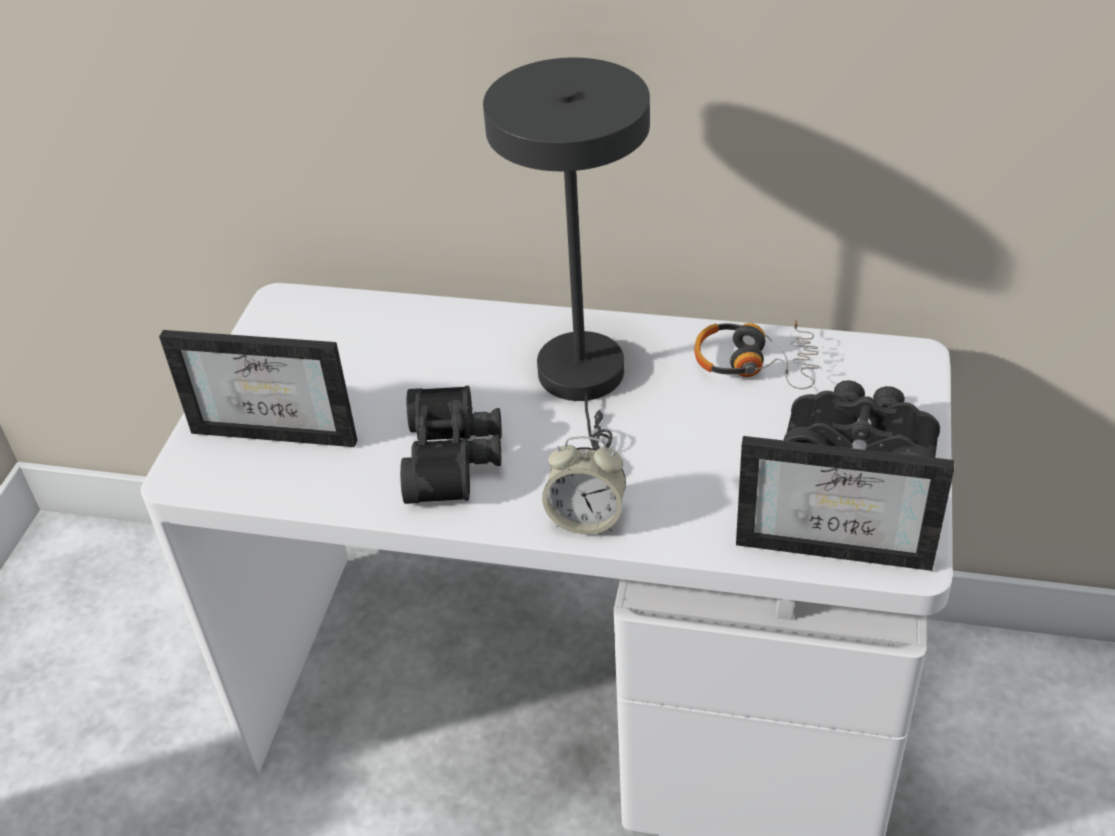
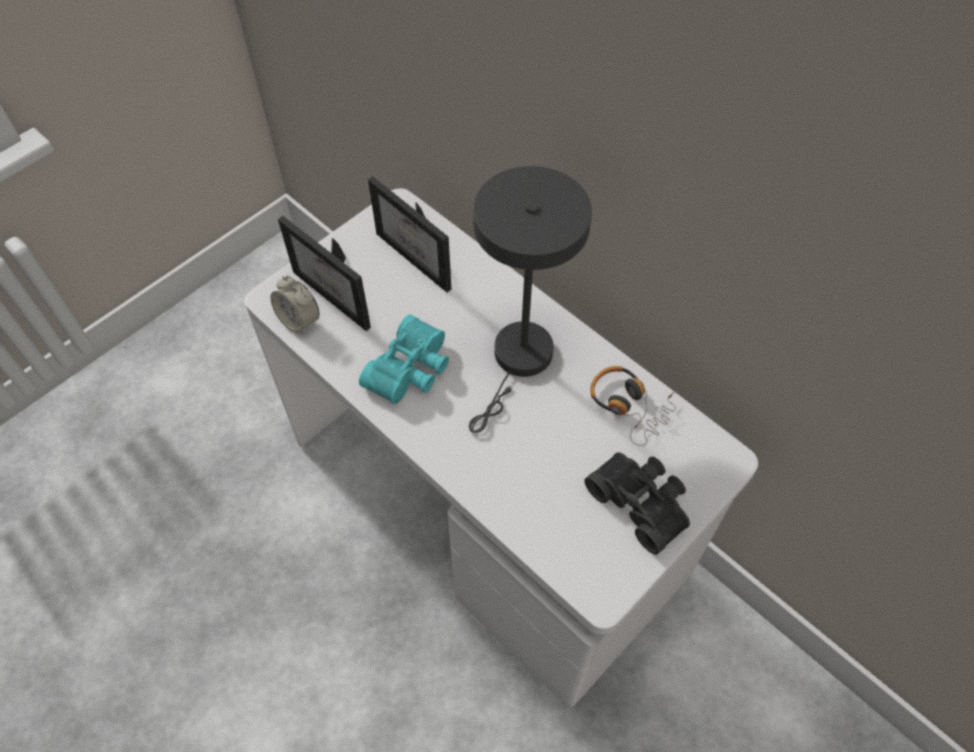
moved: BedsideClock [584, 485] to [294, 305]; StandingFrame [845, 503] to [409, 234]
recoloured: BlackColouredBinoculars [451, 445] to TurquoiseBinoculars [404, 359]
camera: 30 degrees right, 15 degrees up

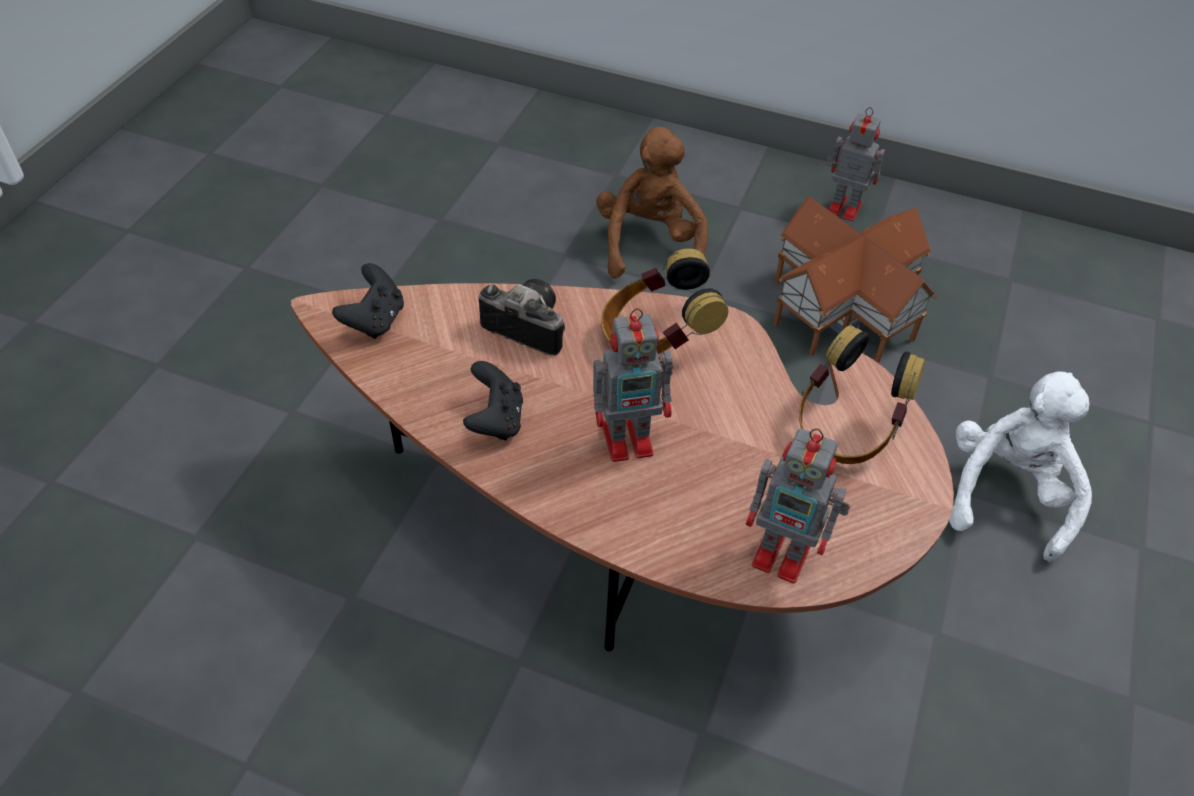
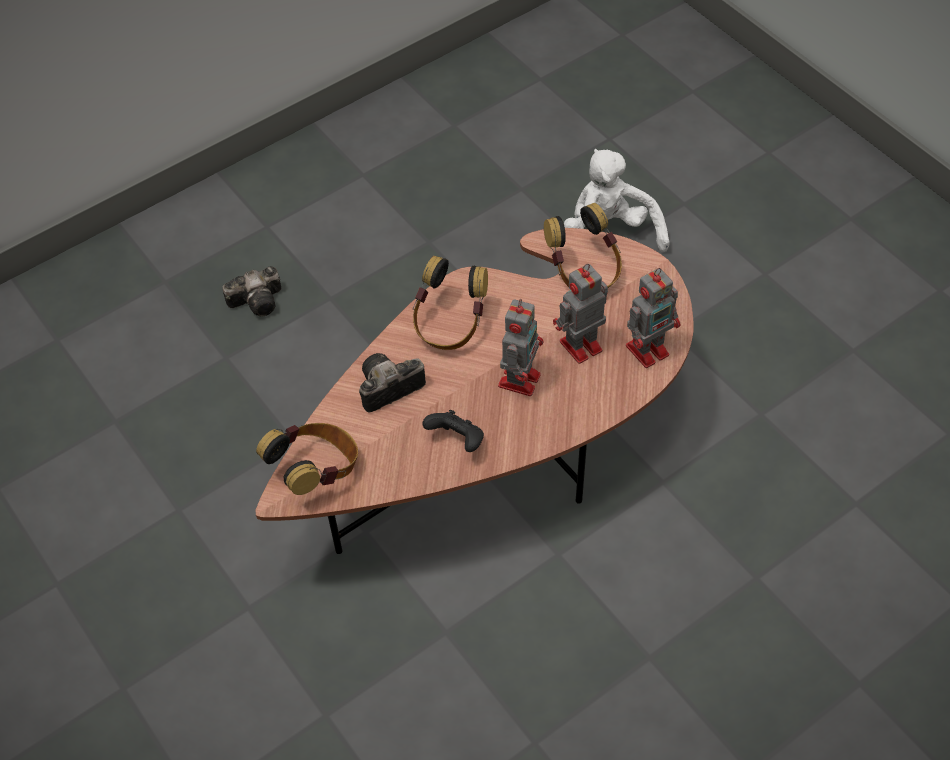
removed: ModelHouse [855, 279]
moved: RobotFigure [855, 164] to [580, 314]
replaced: BrownColouredSoftToy [652, 203] to PhotoCamera [251, 291]; BlackColouredGamepad [368, 301] to PairOfHeadphones [307, 459]
camera: 55 degrees left, 5 degrees up

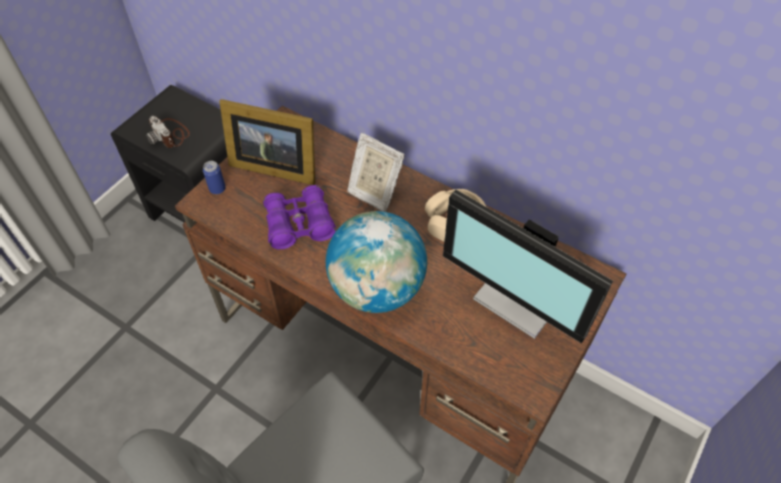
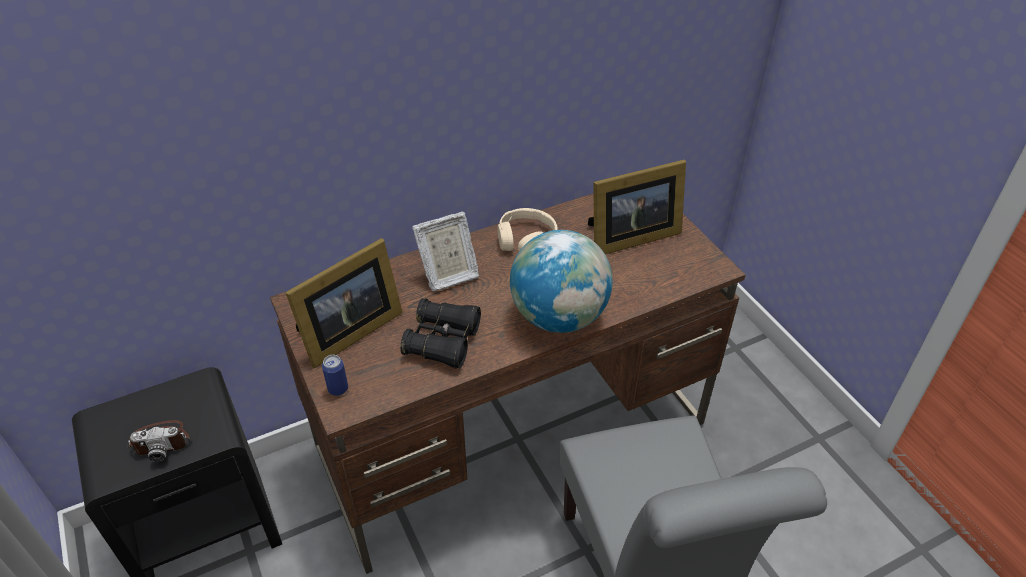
replaced: ComputerDisplay [528, 266] to StandingFrame [637, 207]
recoloured: PurpleBinoculars [299, 217] to BlackColouredBinoculars [440, 333]
camera: 60 degrees left, 10 degrees down

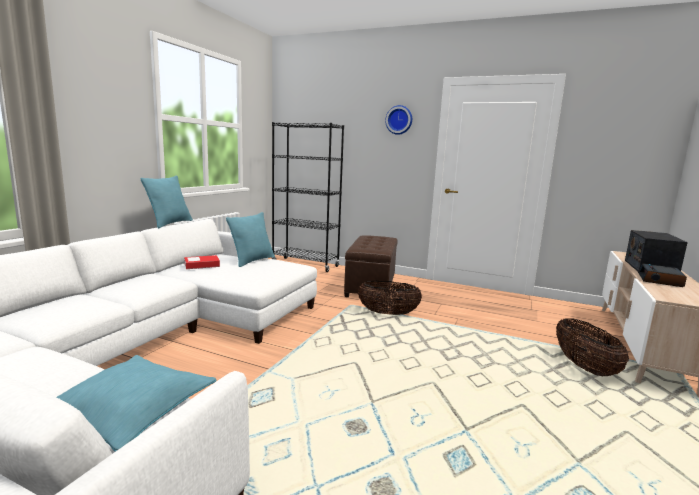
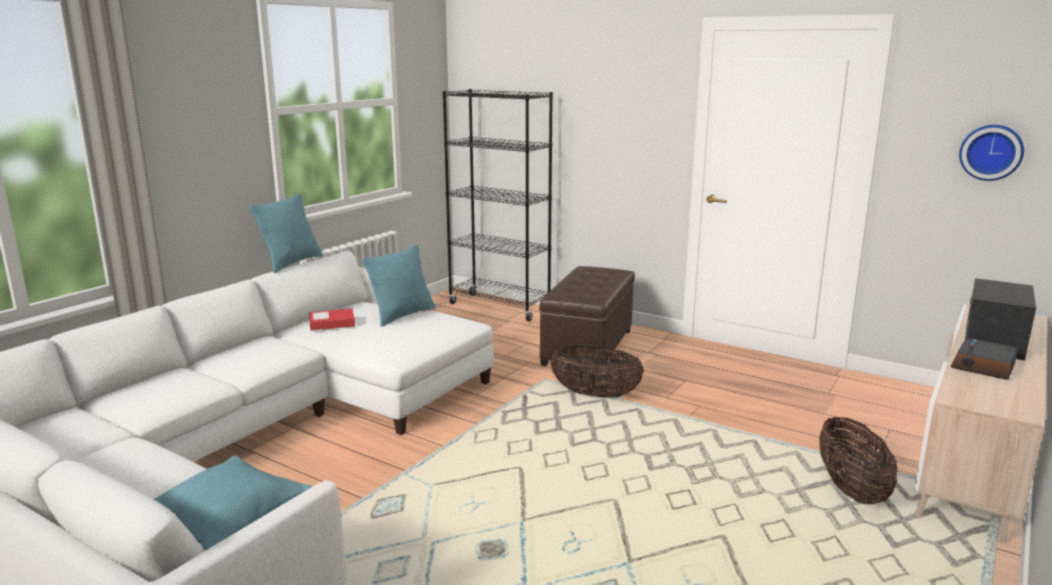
moved: WallClock [398, 120] to [991, 153]
camera: 10 degrees right, 5 degrees up

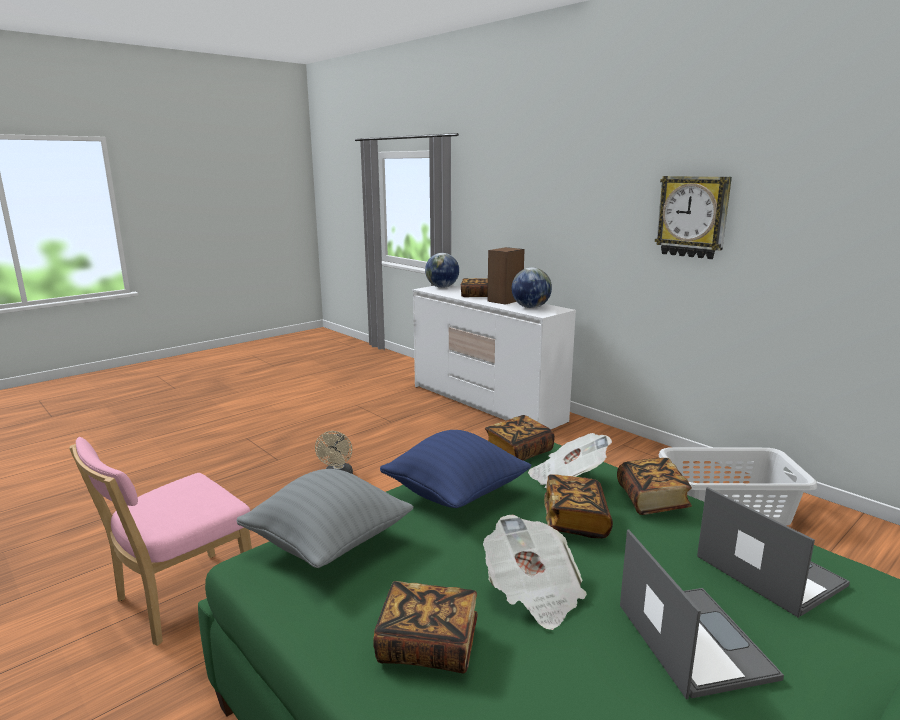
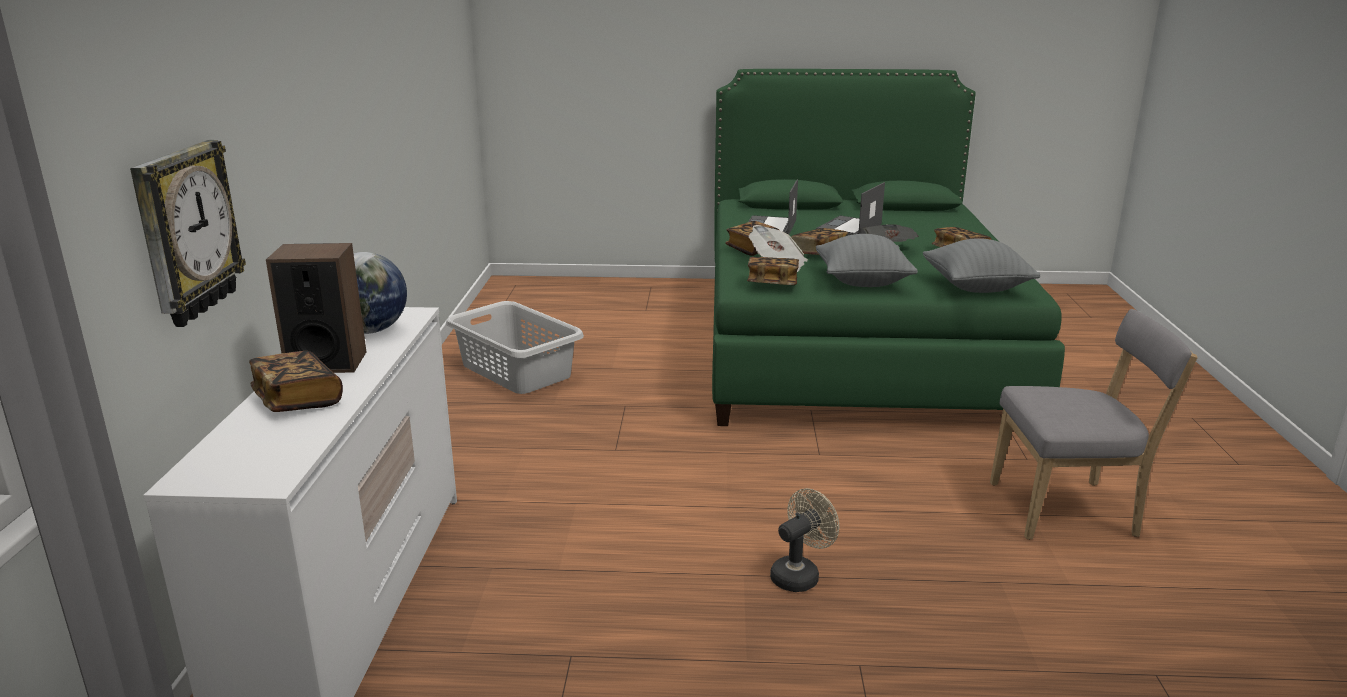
removed: DeskGlobe [442, 270]
moved: WallClock [693, 217] to [188, 233]
recoloured: BluishThrowPillow [456, 469] to GreyThrowPillow [867, 260]; PinkChair [160, 541] to GreyChair [1094, 424]
camera: 135 degrees left, 5 degrees up

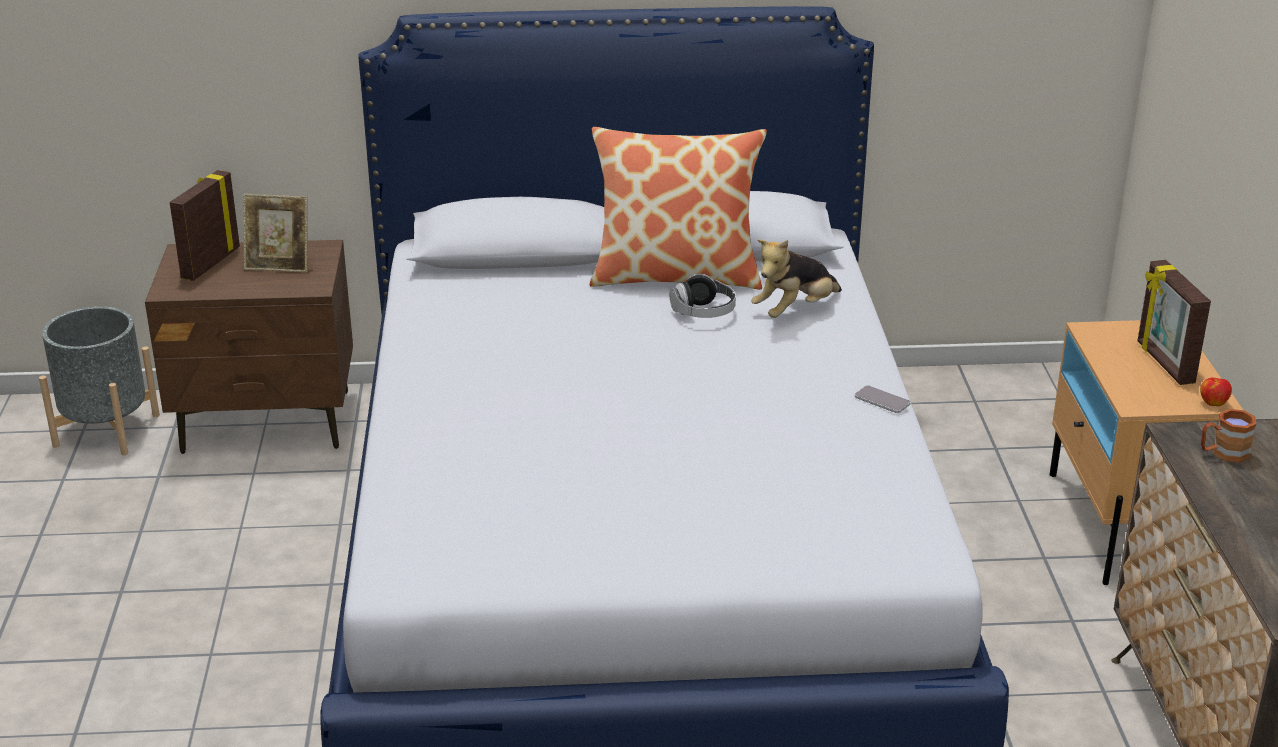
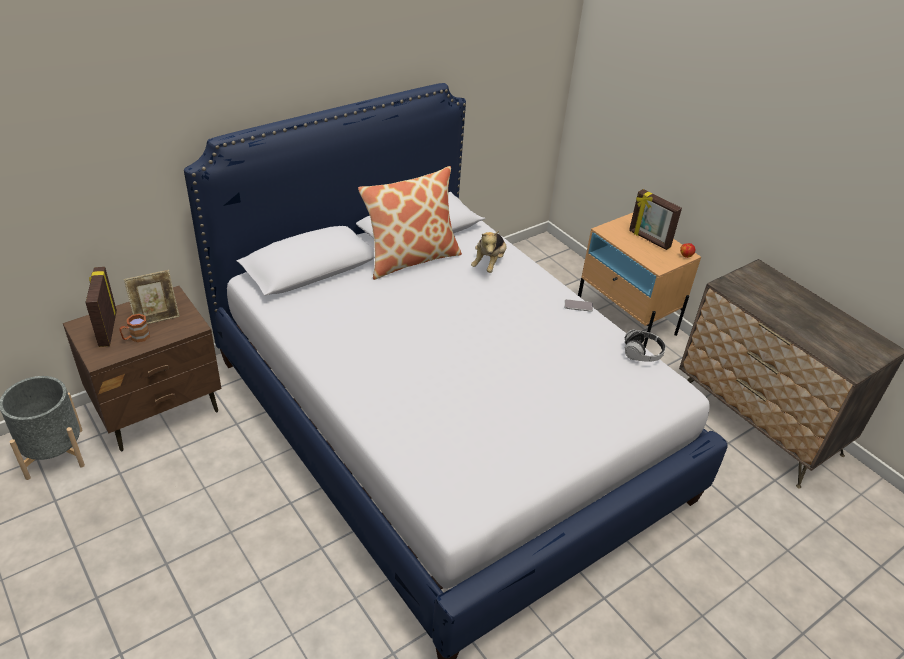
moved: BrownColouredMug [1228, 436] to [134, 328]; PairOfHeadphones [703, 296] to [645, 345]
camera: 35 degrees left, 10 degrees up

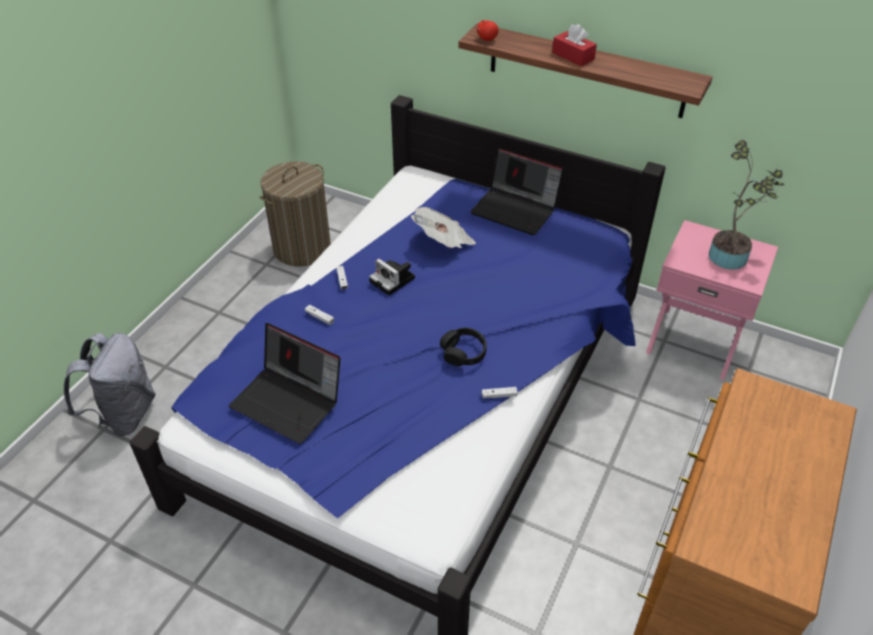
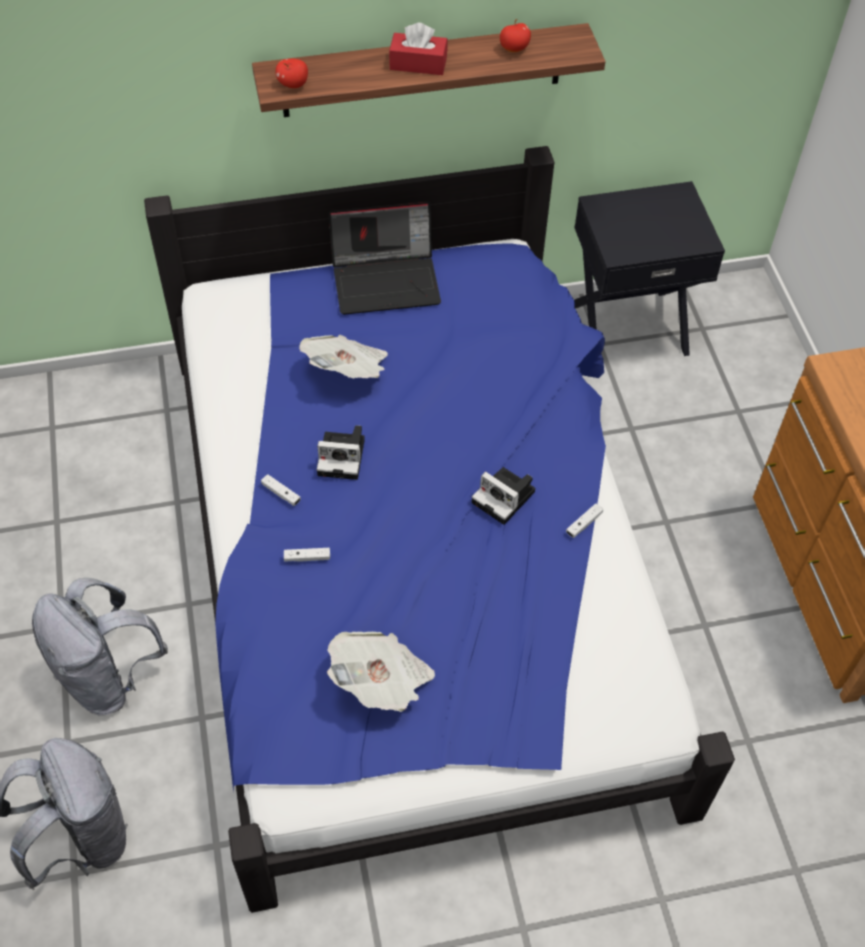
removed: Hamper [295, 214]; PlantInAPot [746, 205]
added: GreyKnapsack [100, 647]; Apple [515, 35]
replaced: NotebookComputer [285, 383] to Newspaper [381, 672]; BlackColouredPairOfHeadphones [463, 346] to PhotoCamera [503, 496]
recoloured: PinkNightstand [712, 300] to BlackColouredNightstand [649, 268]
camera: 40 degrees left, 10 degrees up

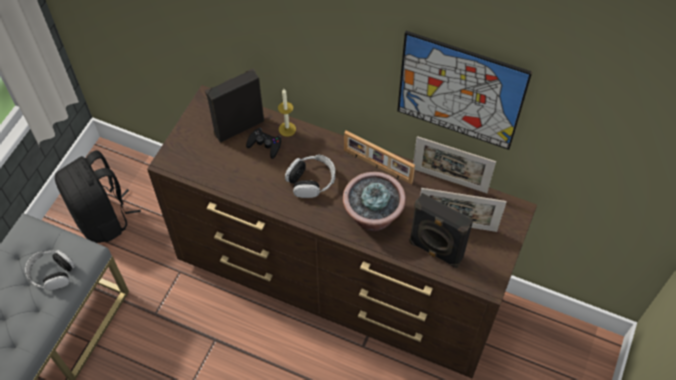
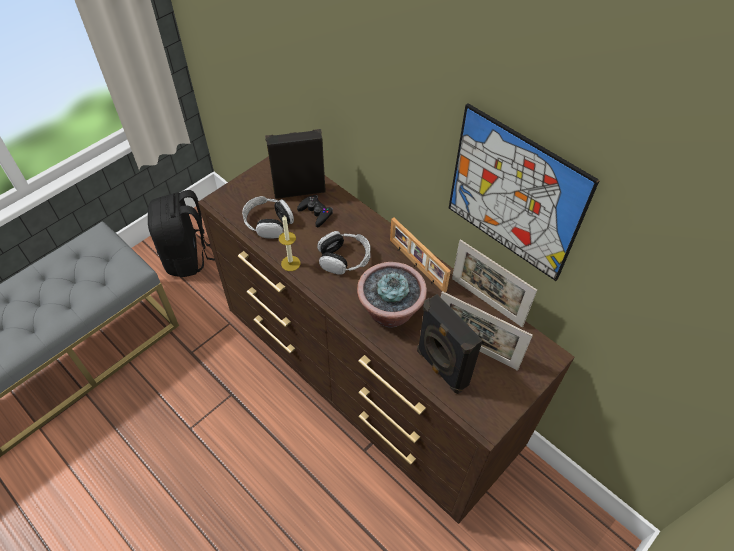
moved: PairOfHeadphones [50, 270] to [268, 217]; WaxLight [287, 113] to [289, 243]
camera: 20 degrees right, 5 degrees down

